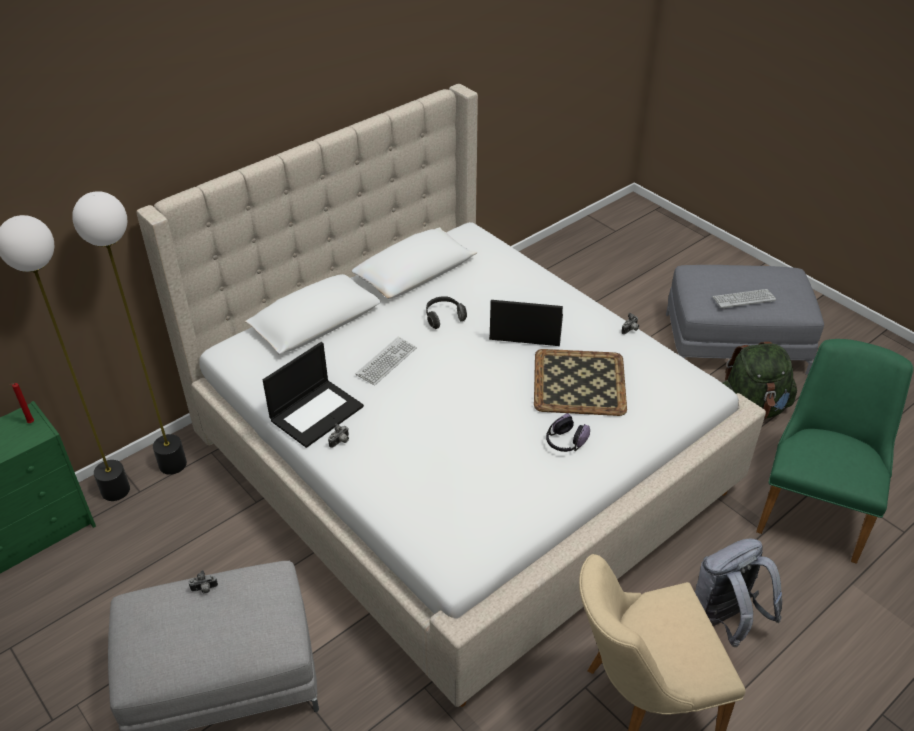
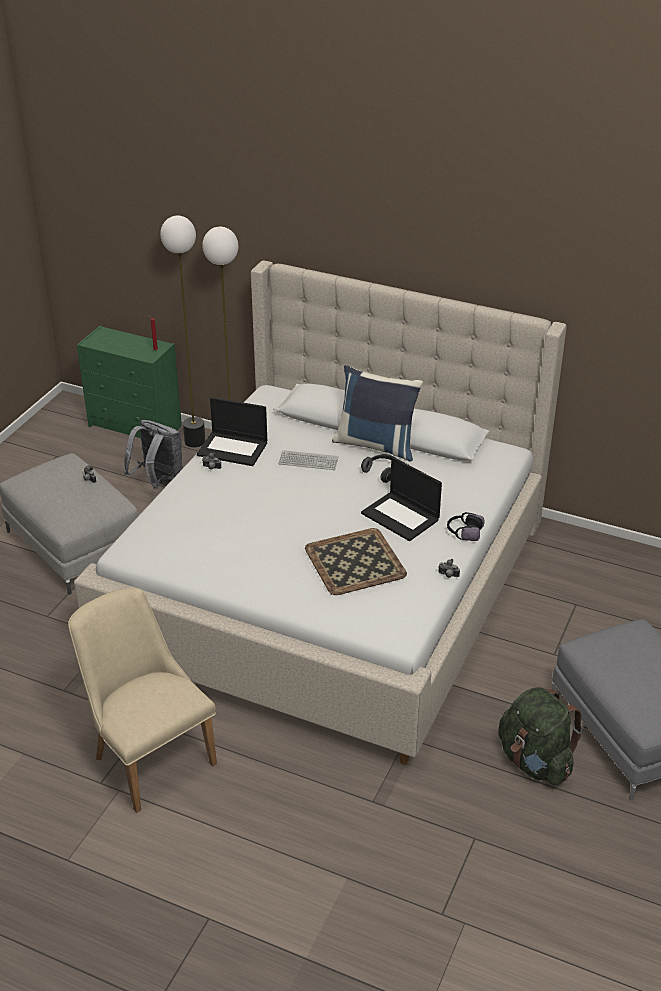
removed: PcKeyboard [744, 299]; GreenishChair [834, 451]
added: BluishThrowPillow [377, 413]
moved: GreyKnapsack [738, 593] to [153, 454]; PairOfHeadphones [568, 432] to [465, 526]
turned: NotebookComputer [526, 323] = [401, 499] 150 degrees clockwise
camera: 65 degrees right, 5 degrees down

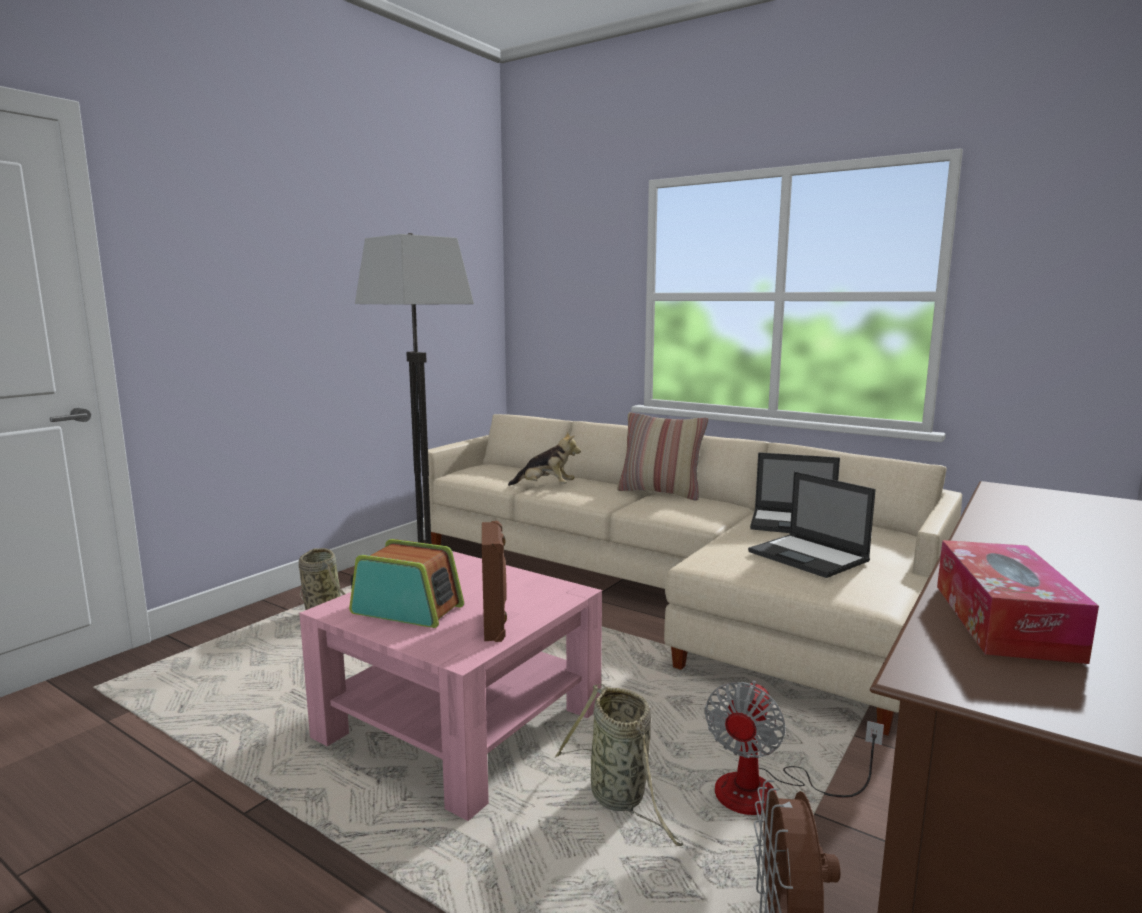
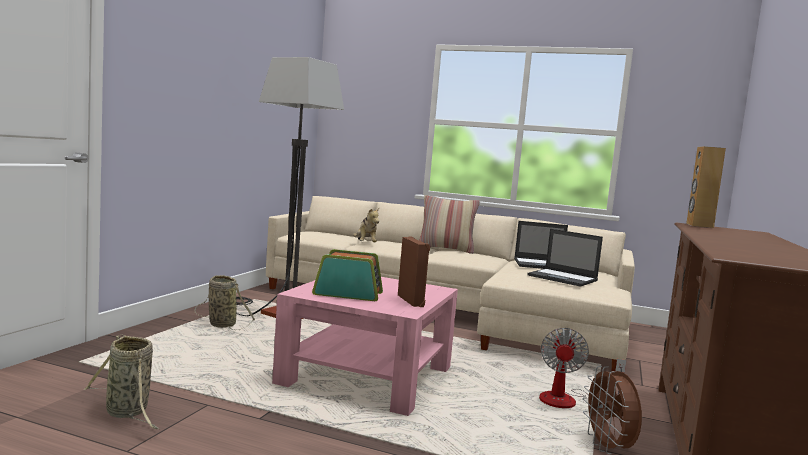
removed: BoxOfTissues [1018, 602]
added: BrownColouredAudioSpeaker [706, 187]
moved: HouseholdBasket [619, 765] to [121, 381]
turned: SoftToy [544, 458] = [366, 225] 75 degrees clockwise
camera: 15 degrees left, 5 degrees down

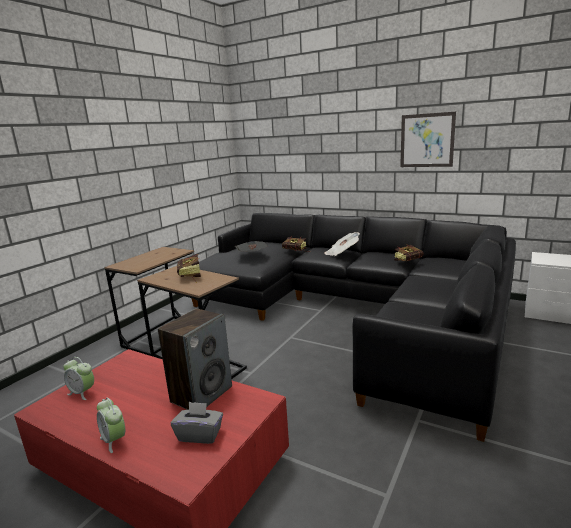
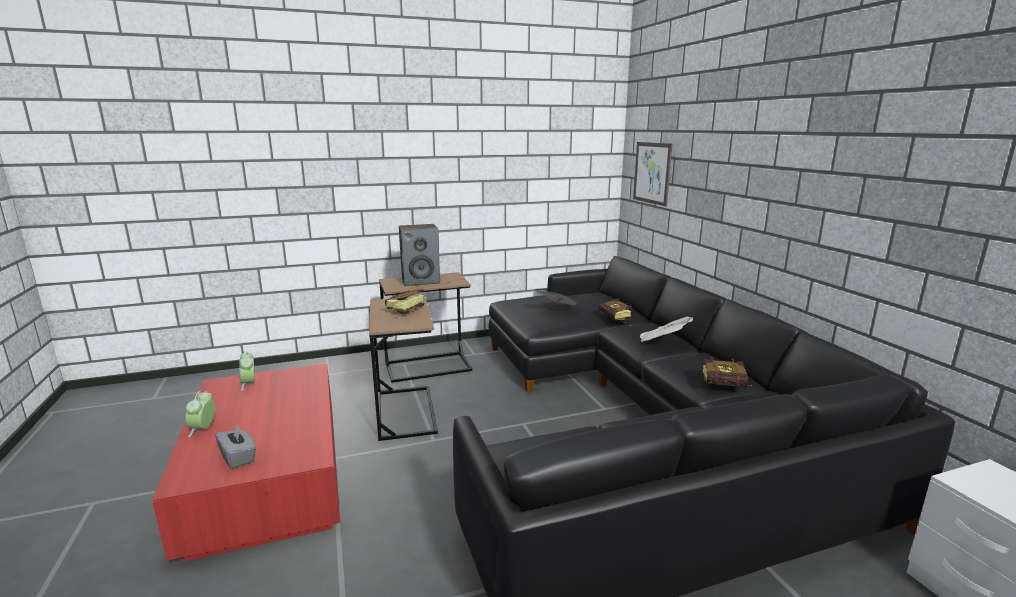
moved: AudioSpeaker [195, 359] to [419, 255]; Picture [428, 139] to [652, 174]
camera: 40 degrees right, 0 degrees up

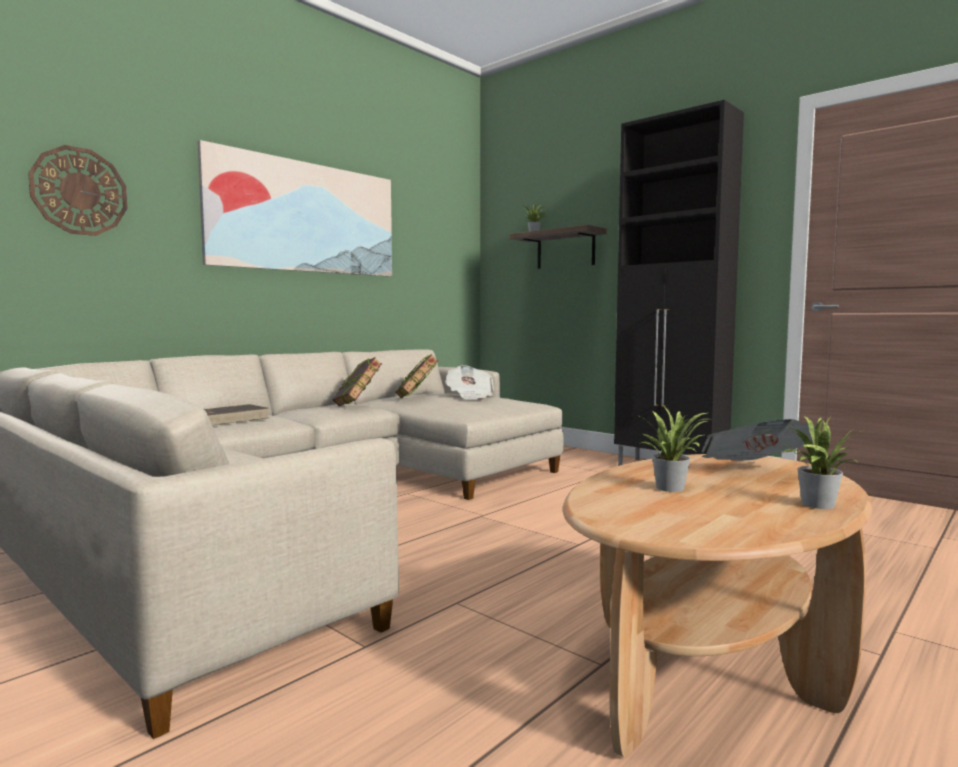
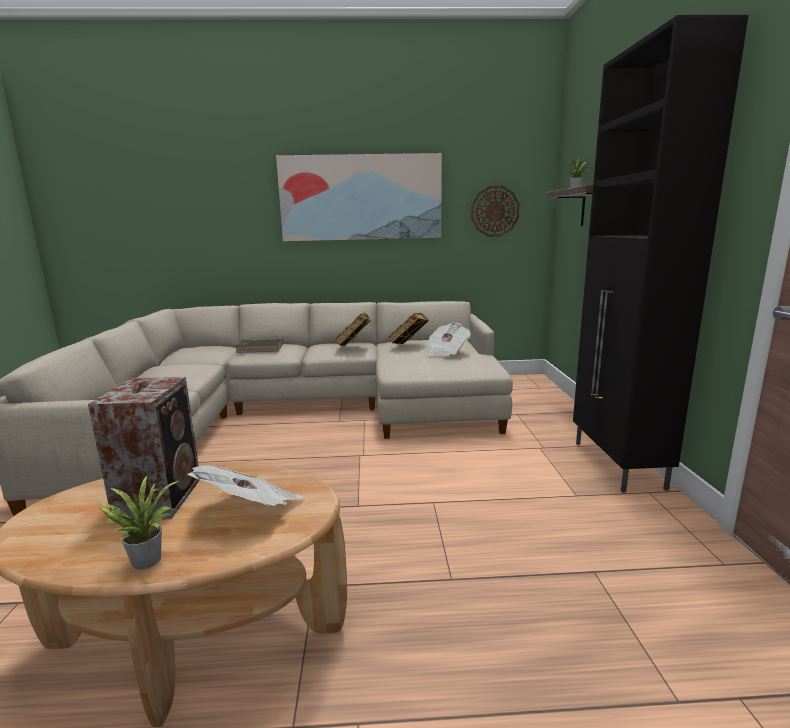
moved: WallClock [77, 190] to [495, 211]
replaced: PlantInAPot [672, 449] to AudioSpeaker [144, 448]
camera: 45 degrees right, 10 degrees up

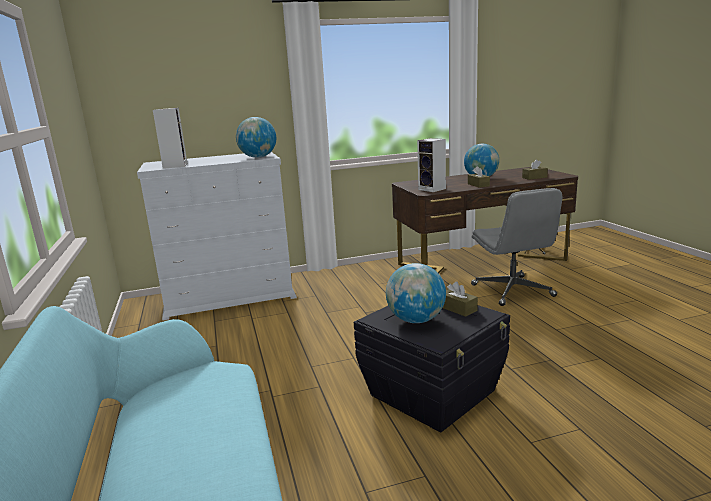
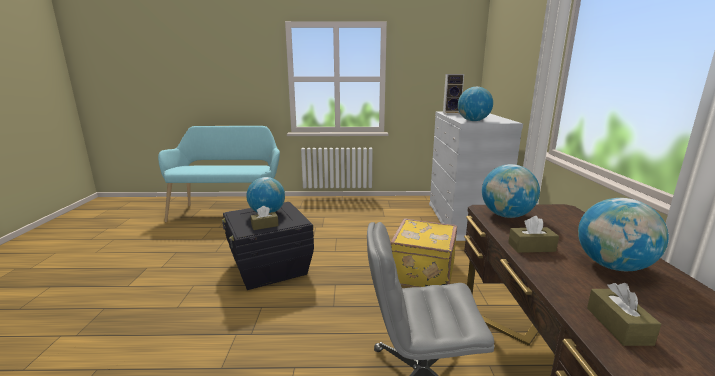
added: YellowishSuitcase [423, 252]
replaced: AudioSpeaker [431, 165] to DeskGlobe [511, 191]
camera: 105 degrees right, 0 degrees up

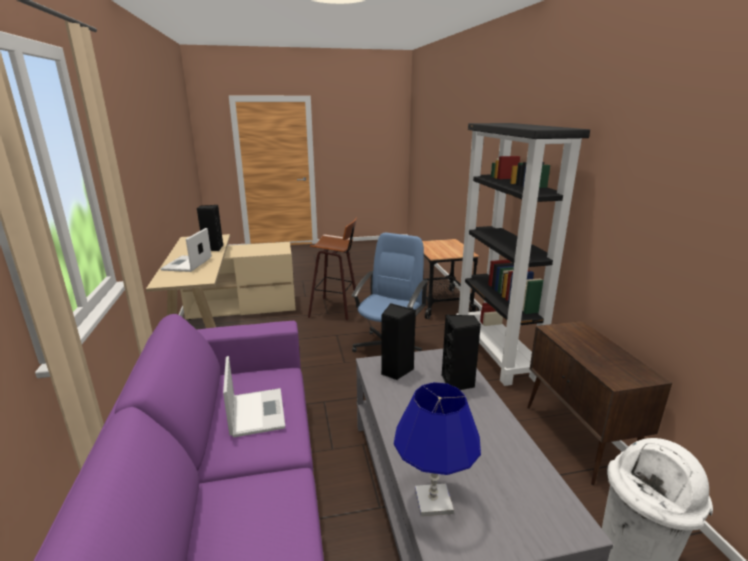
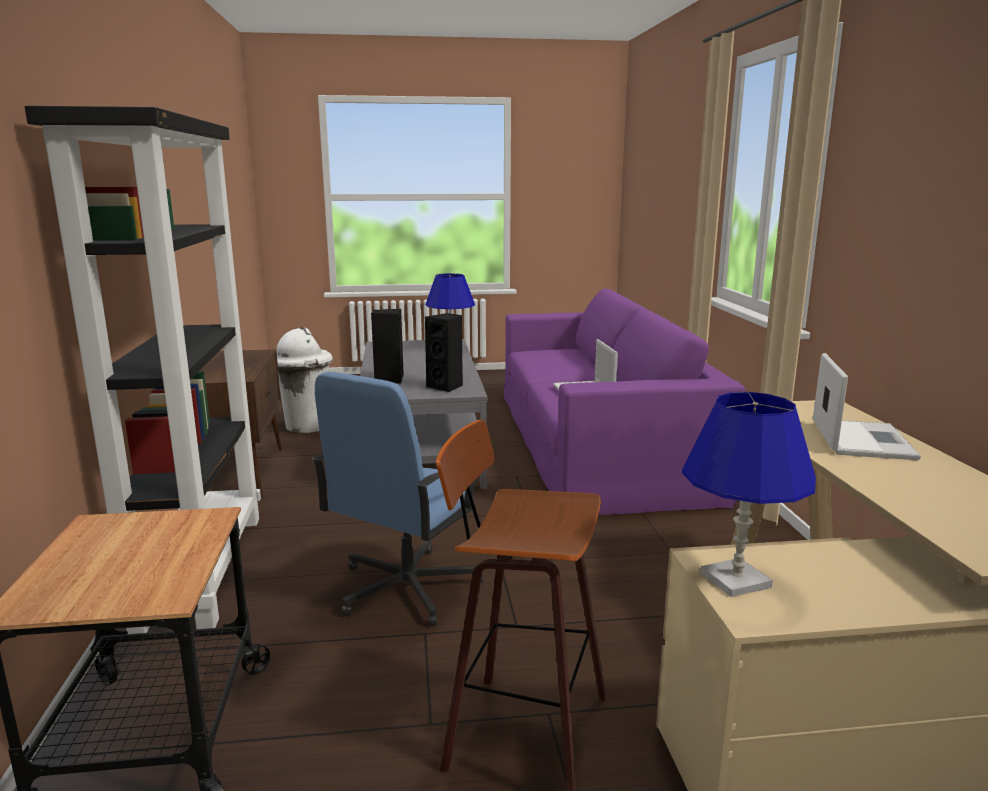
removed: BlackColouredAudioSpeaker [210, 228]
added: BluishTabletopLamp [748, 494]
camera: 175 degrees left, 5 degrees down

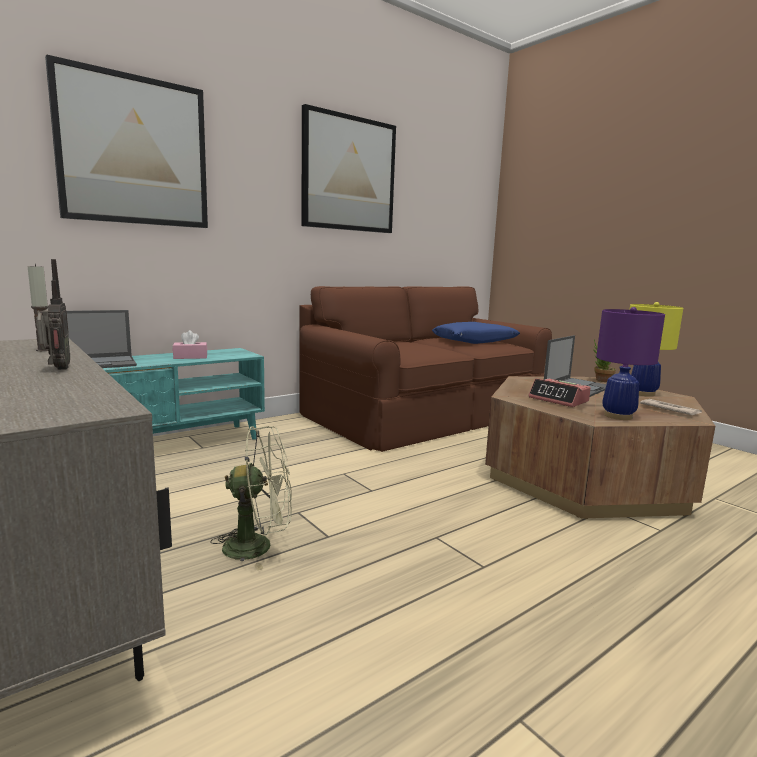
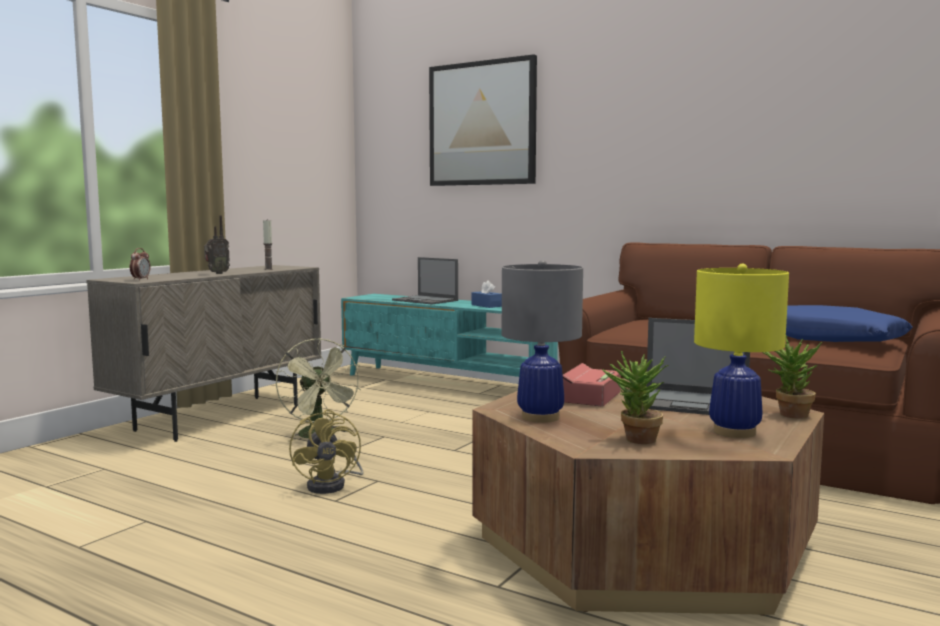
removed: Picture [348, 168]
added: BedsideClock [140, 264]; YellowishCoolingFan [326, 451]
replaced: Newspaper [671, 407] to PlantInAPot [635, 397]
recoloured: PinkBoxOfTissues [190, 344] to BluishBoxOfTissues [487, 294]; PurpleTabletopLamp [630, 363] to GreyTabletopLamp [542, 341]
camera: 70 degrees right, 5 degrees down

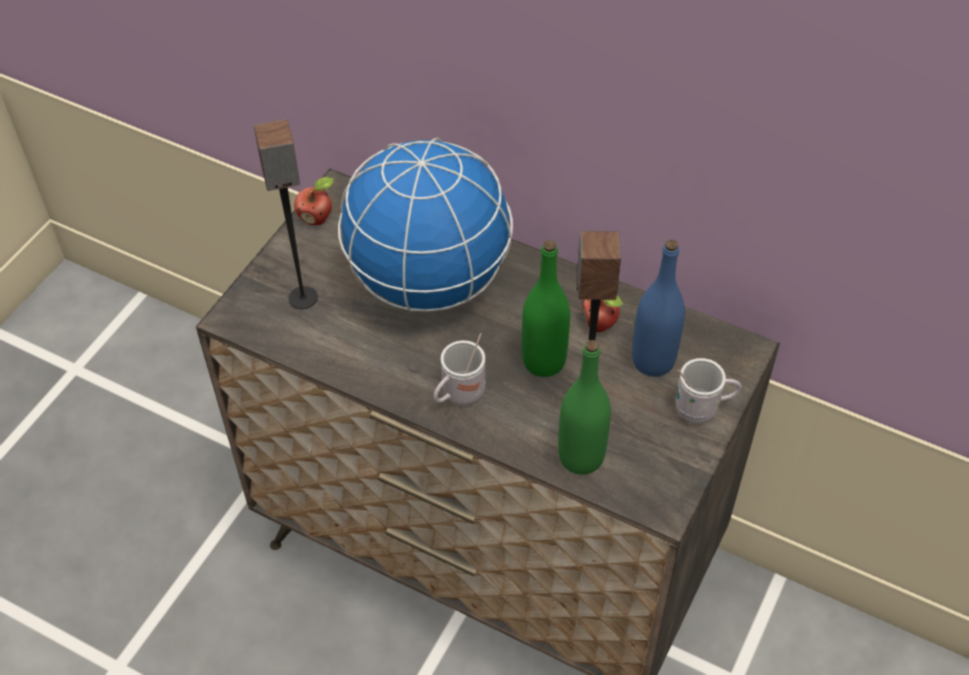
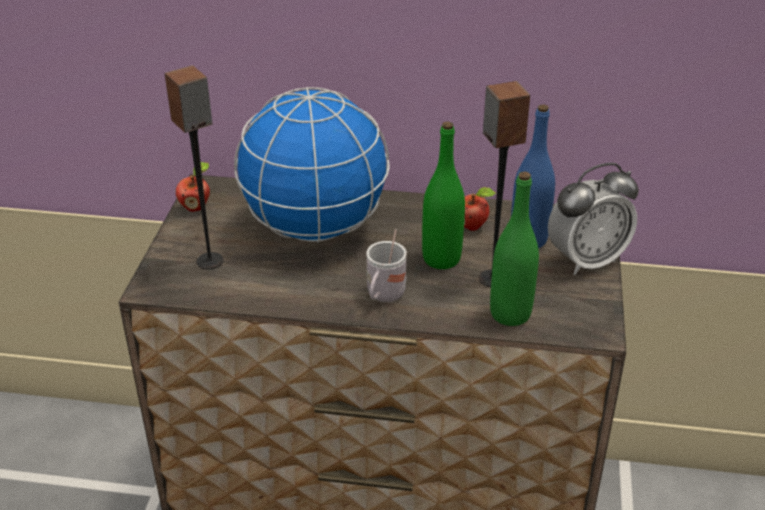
replaced: WhiteColouredMug [708, 391] to BedsideClock [593, 219]
camera: 20 degrees left, 15 degrees down

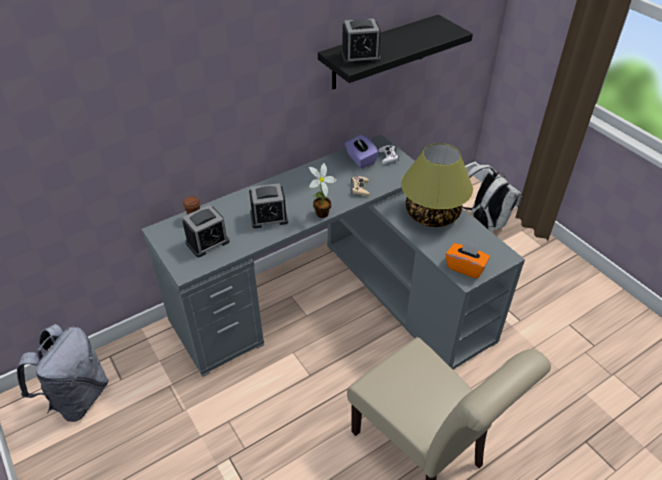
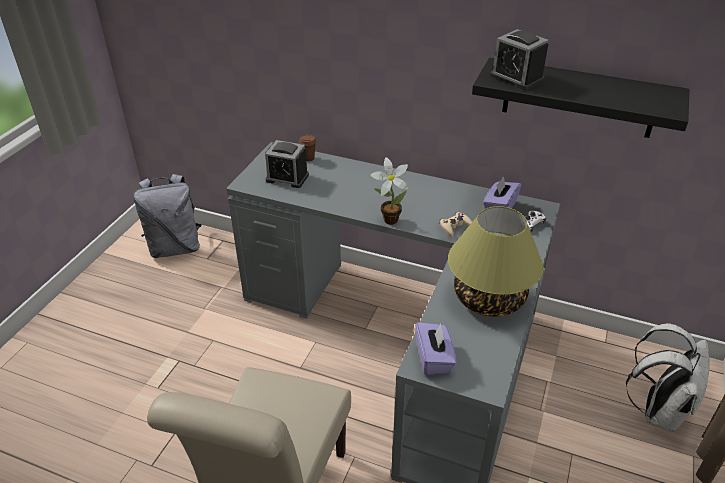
removed: BedsideClock [268, 205]
recoloured: OrangeyBoxOfTissues [468, 260] to PurpleBoxOfTissues [435, 348]
camera: 55 degrees right, 5 degrees down

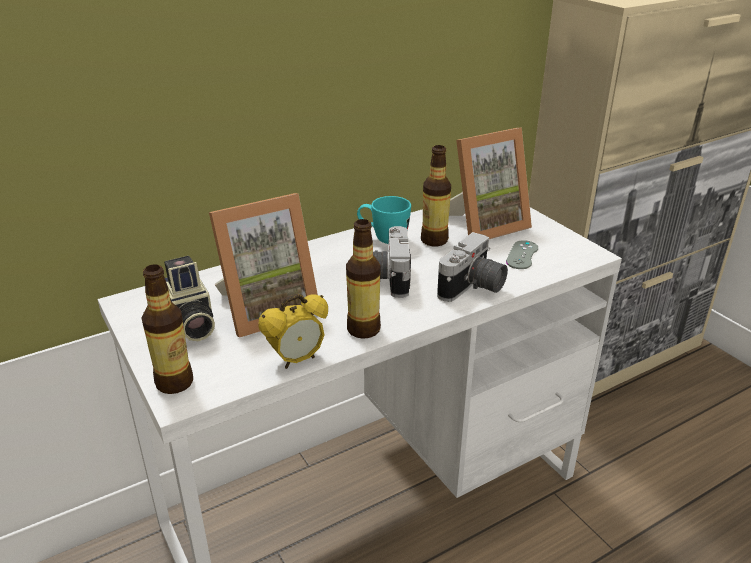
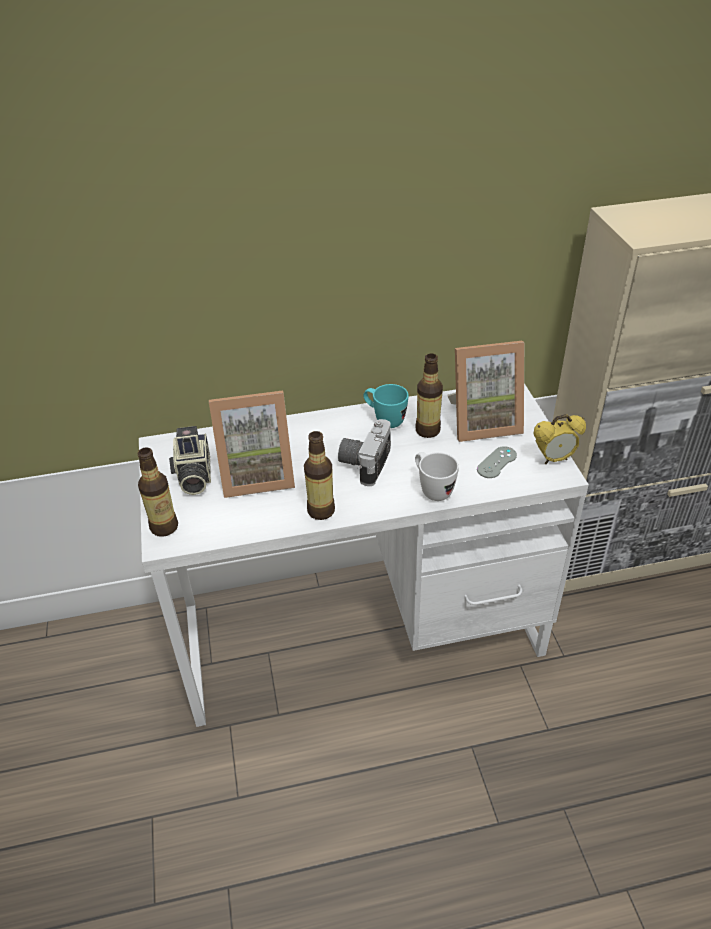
moved: BedsideClock [293, 331] to [559, 439]
replaced: PhotoCamera [472, 267] to WhiteColouredMug [437, 476]
camera: 20 degrees right, 10 degrees up

